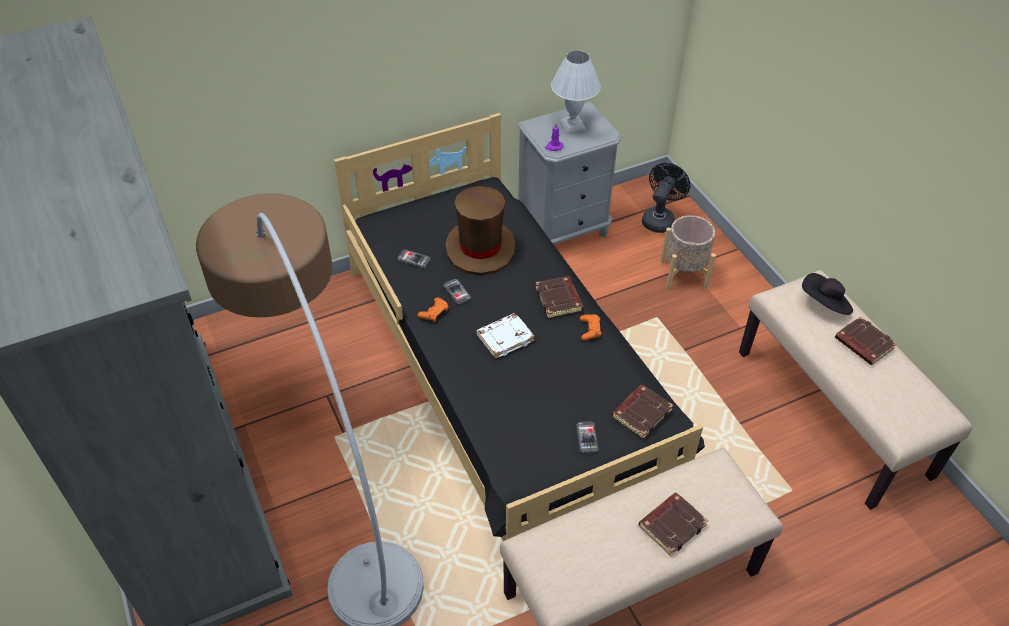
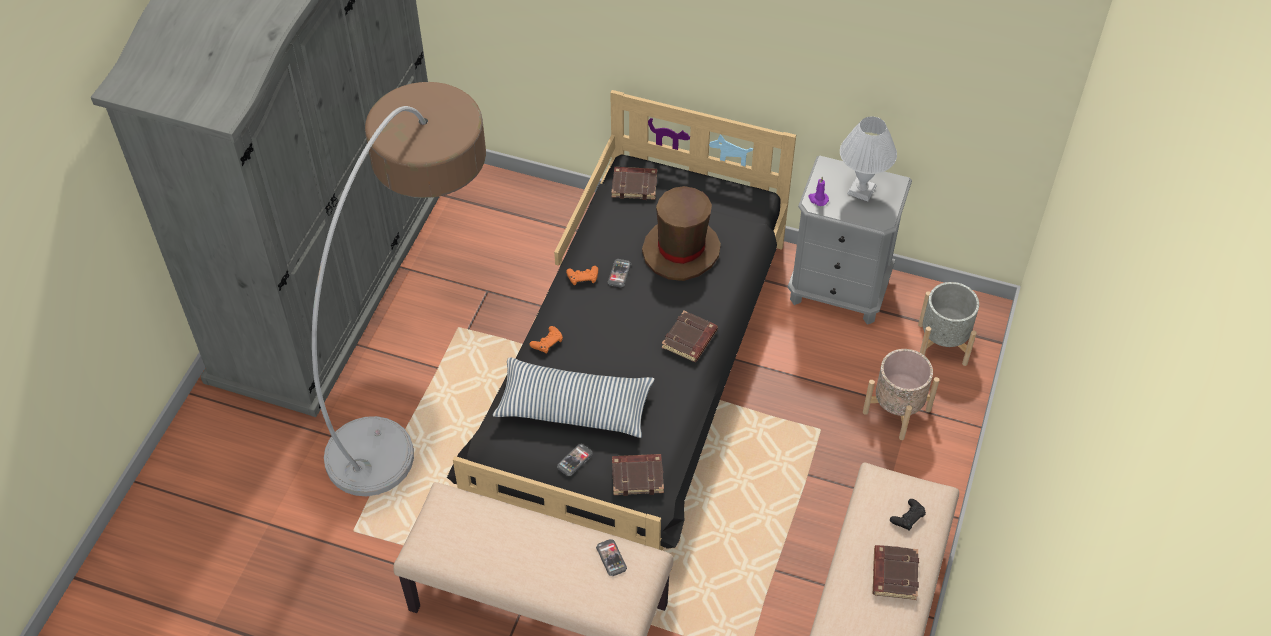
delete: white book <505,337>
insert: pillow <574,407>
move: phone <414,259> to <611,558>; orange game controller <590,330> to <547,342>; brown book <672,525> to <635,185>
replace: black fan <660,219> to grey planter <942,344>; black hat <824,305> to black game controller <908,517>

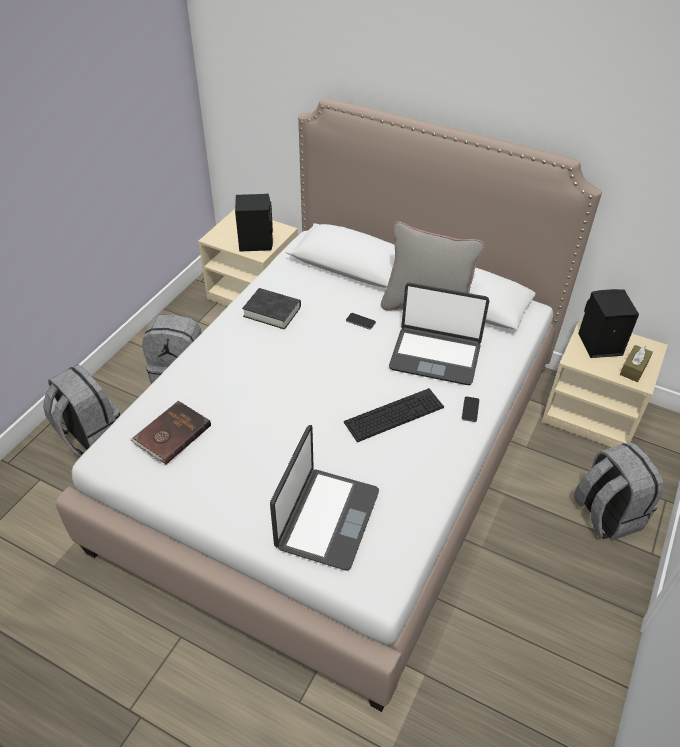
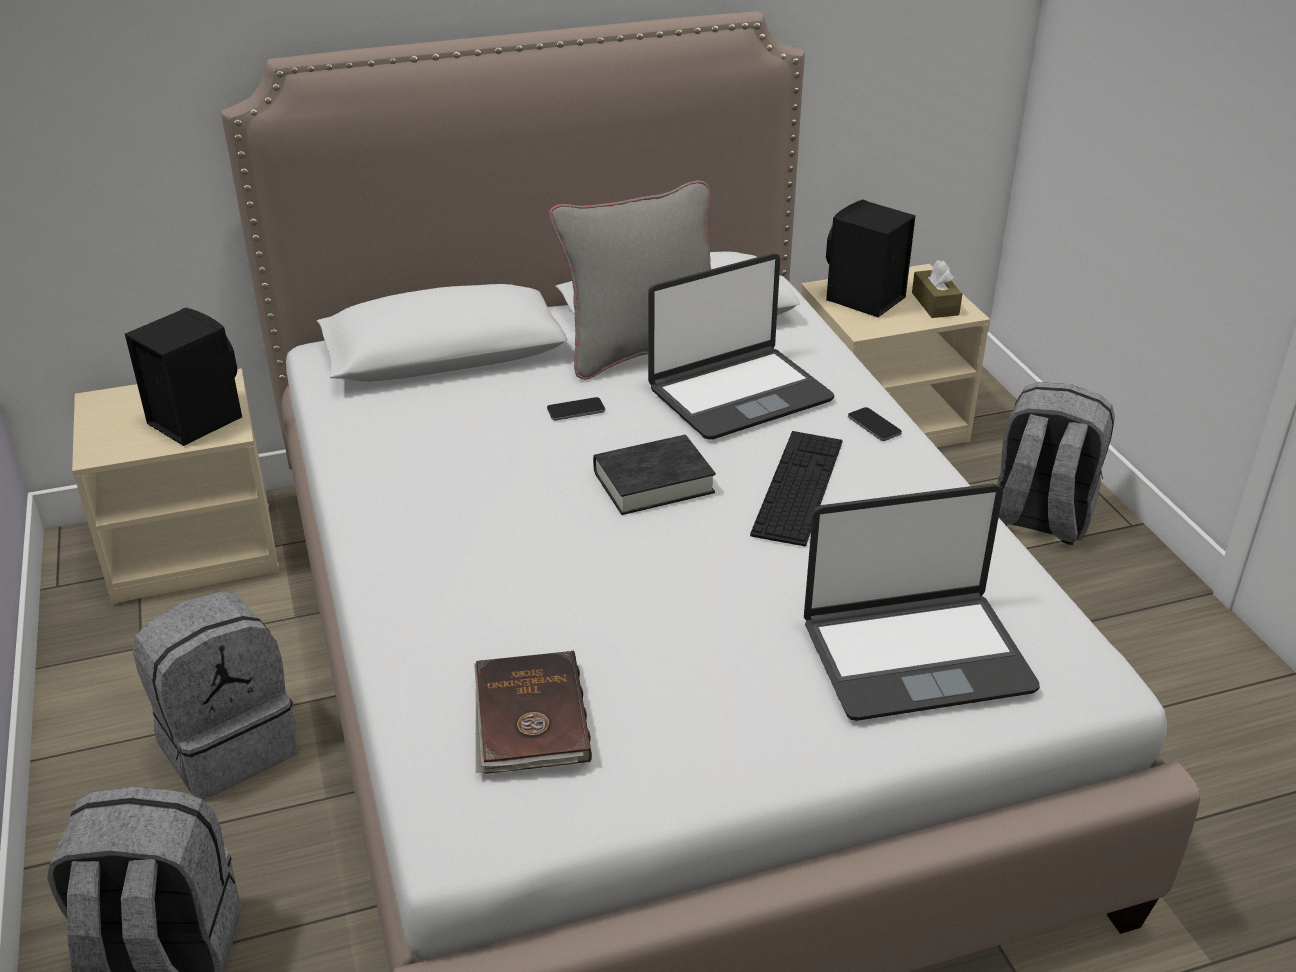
move: black book <272,312> to <653,482>
rotate: laptop <326,518> = <915,655> 105 degrees clockwise

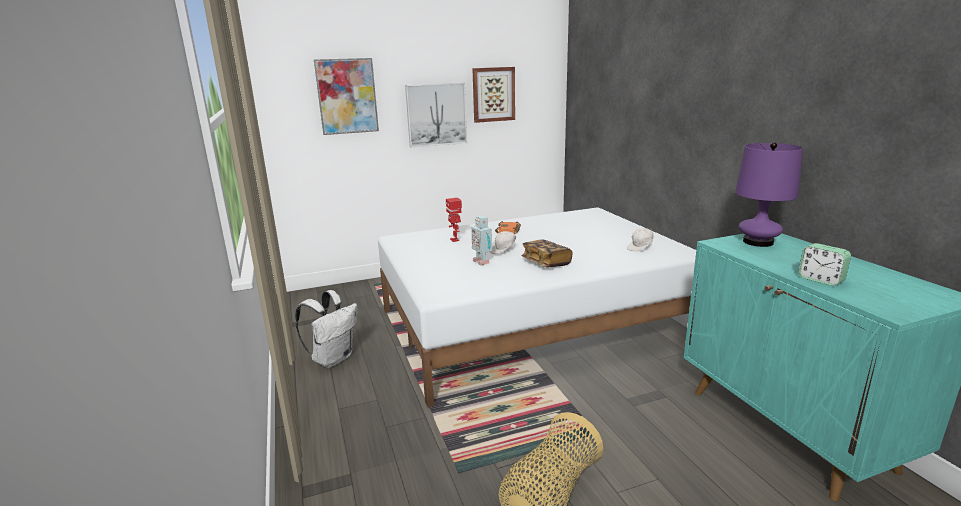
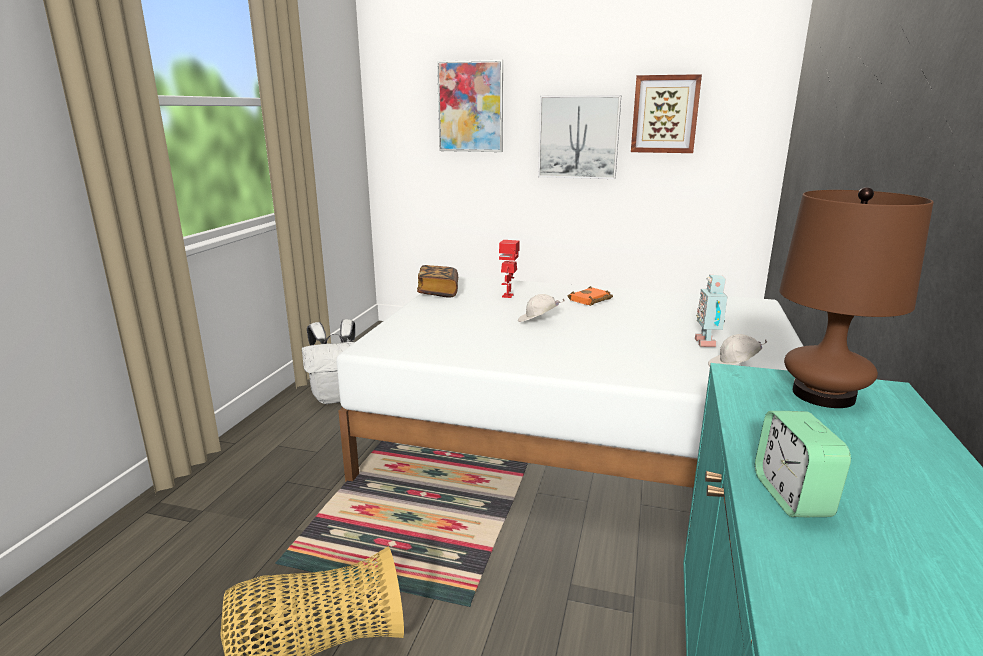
move: toy robot <482,262> to <707,343>; book <546,263> to <438,292>
recolor: purple table lamp <758,242> to brown table lamp <823,395>

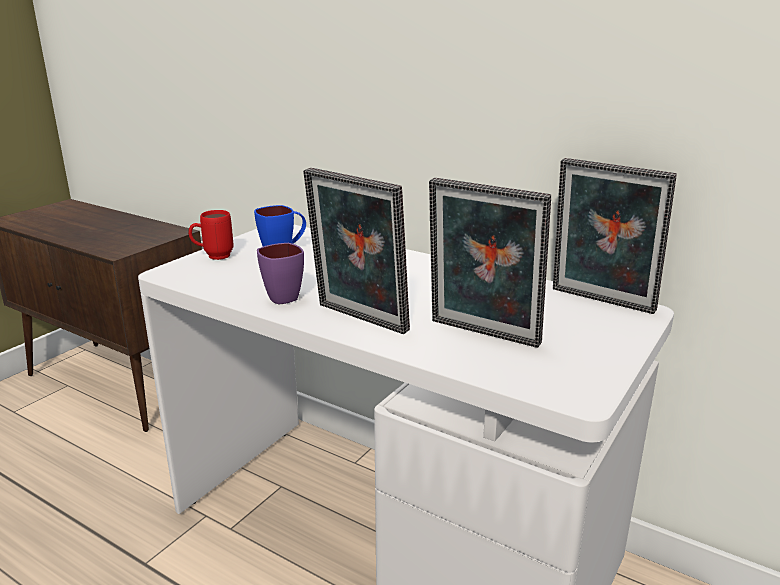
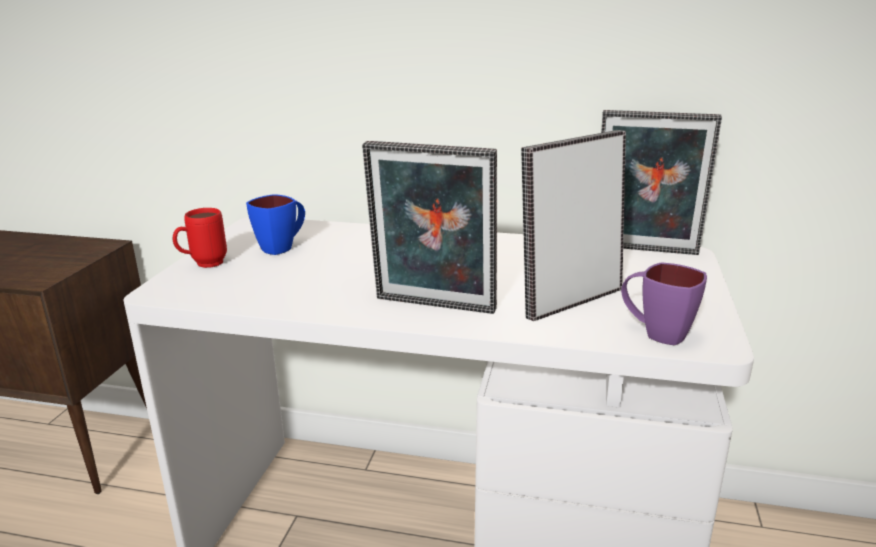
move: purple mug <279,296> to <655,333>
rotate: picture frame <482,335> = <569,301> 135 degrees clockwise

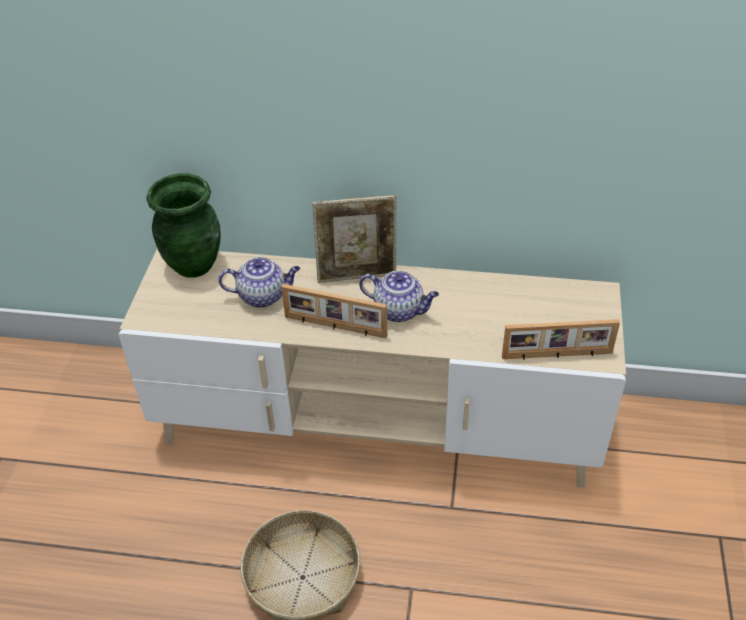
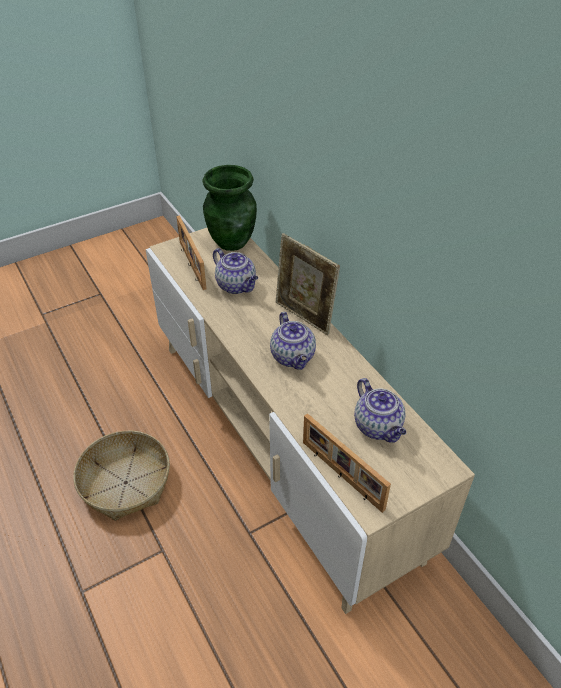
insert: teapot <379,427>
move: picture frame <335,327> to <191,265>

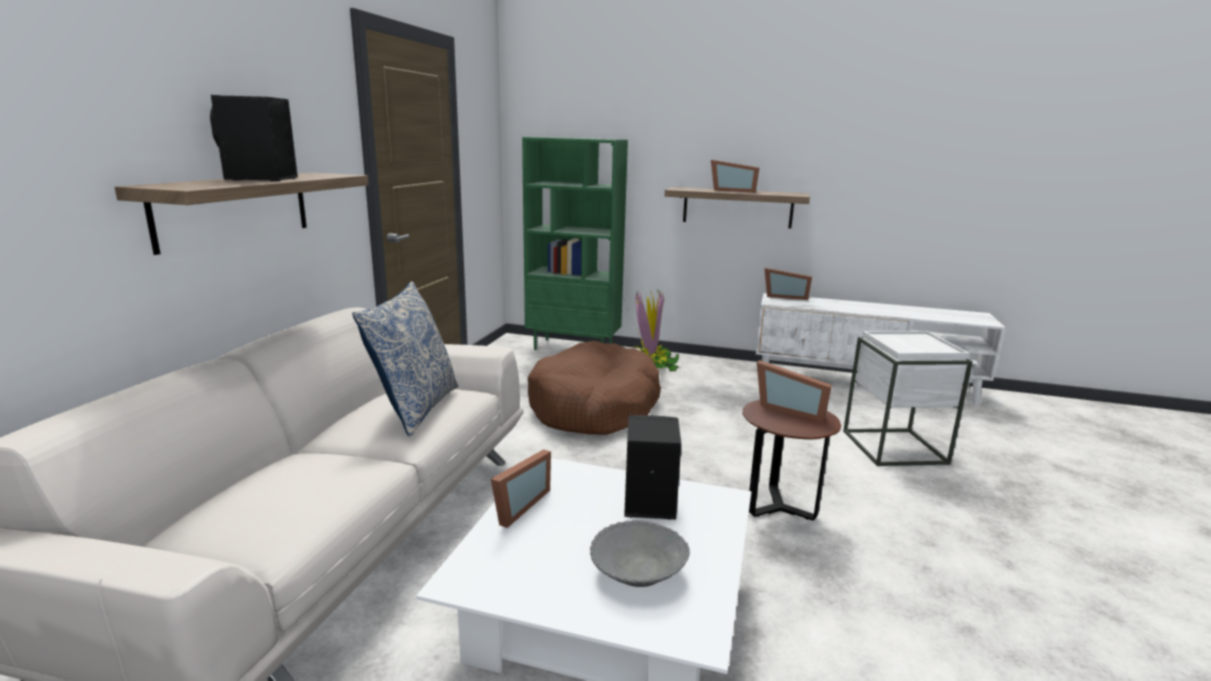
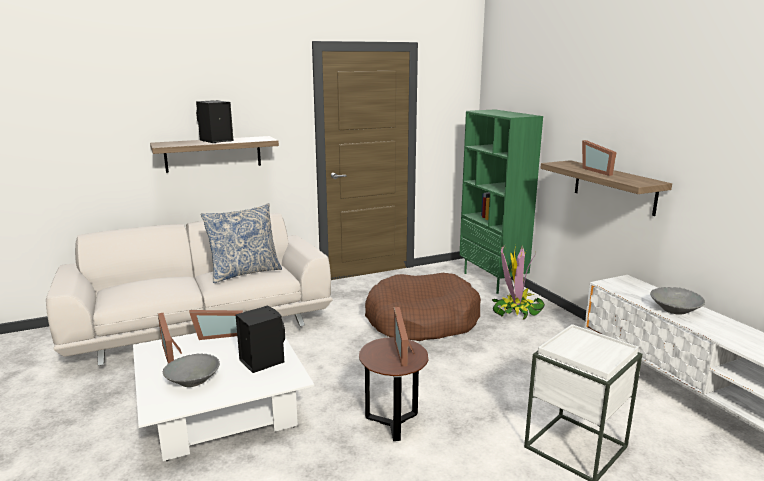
insert: grey bowl <674,310>
move: picture frame <784,296> to <173,352>

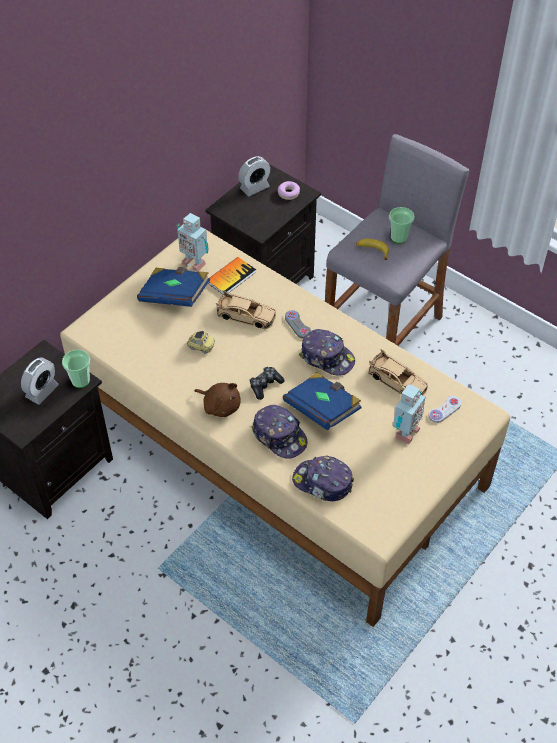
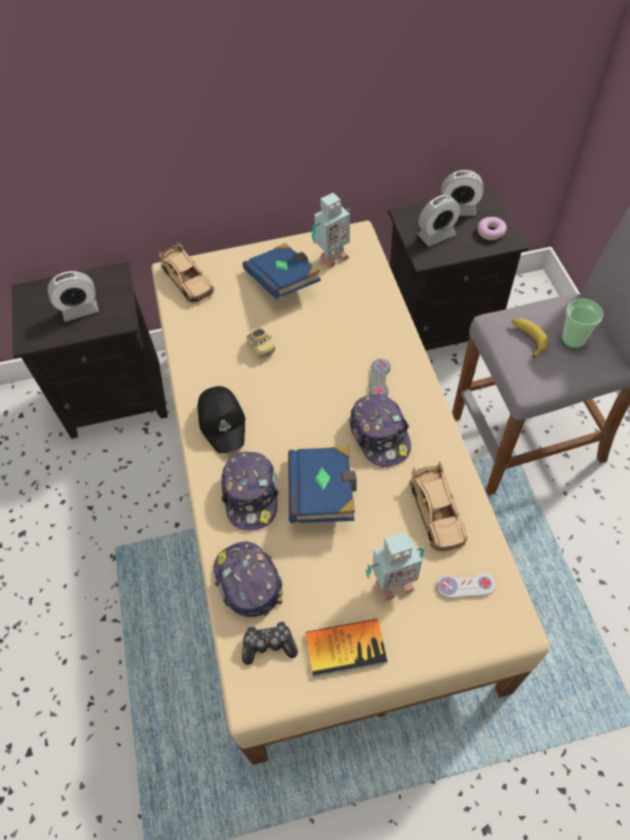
delete: cup <80,380>
insert: alarm clock <436,235>
move: book <231,277> to <345,648>; beige toy car <246,315> to <188,280>; game controller <265,385> to <269,645>
replace: brown plush toy <220,405> to black cap <223,422>
rotate: toy robot <194,262> = <332,257> 105 degrees counterclockwise

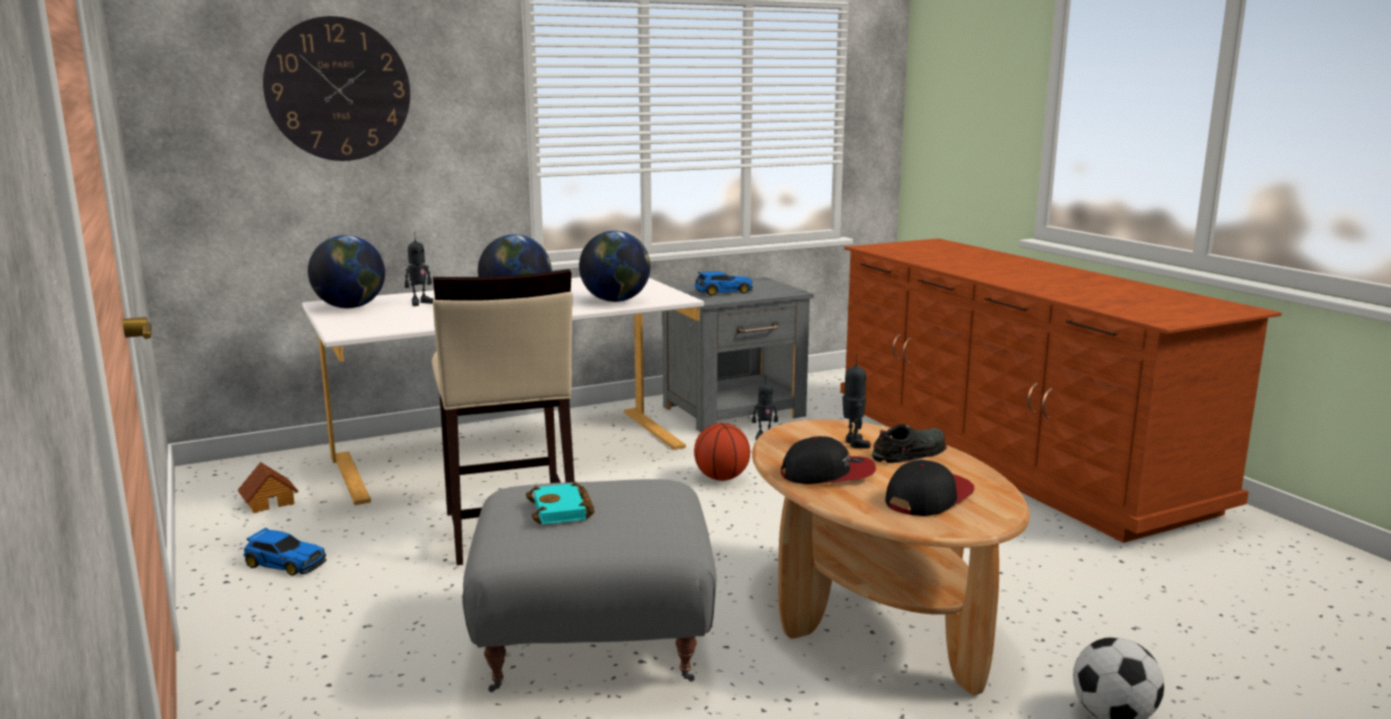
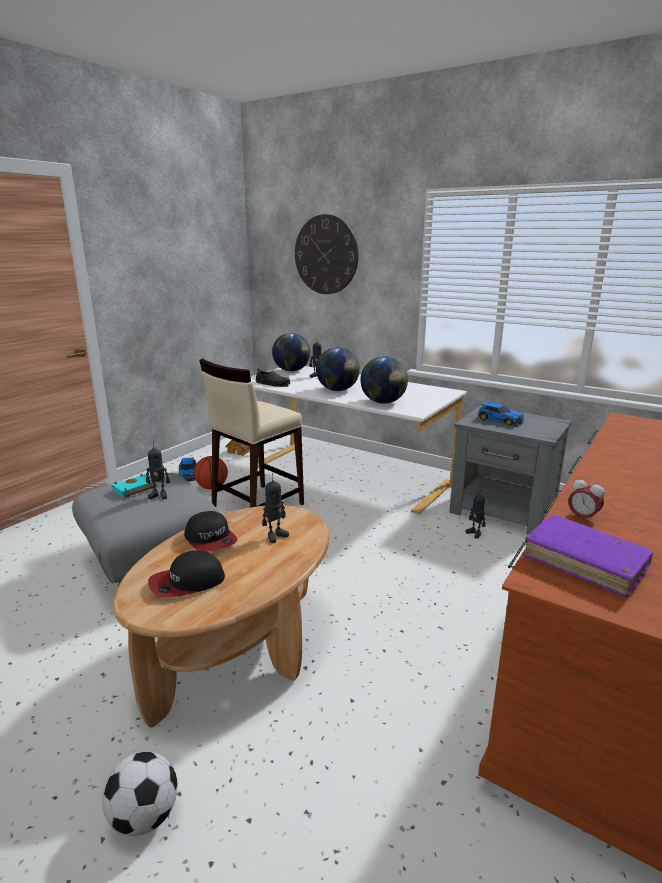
insert: toy robot <159,495>; purple book <584,563>; alarm clock <582,518>
move: basketball <722,478> to <212,487>; black shoe <910,452> to <273,383>
rotate: cap <928,497> = <187,582> 135 degrees clockwise

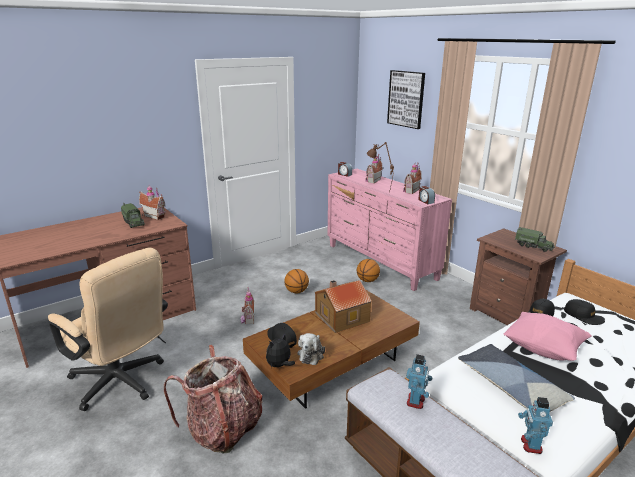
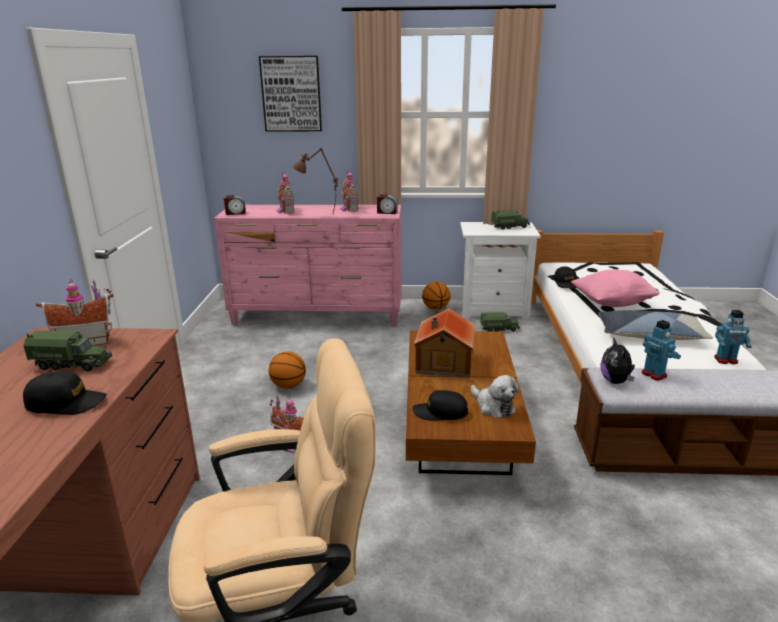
delete: backpack <222,429>
insert: toy truck <499,329>
move: plush toy <279,365> to <615,381>; basketball <367,280> to <436,308>; black cap <583,316> to <66,403>
recolor: brown nightstand <507,315> to white nightstand <494,309>
rotate: toy robot <530,445> = <726,360> 45 degrees counterclockwise

